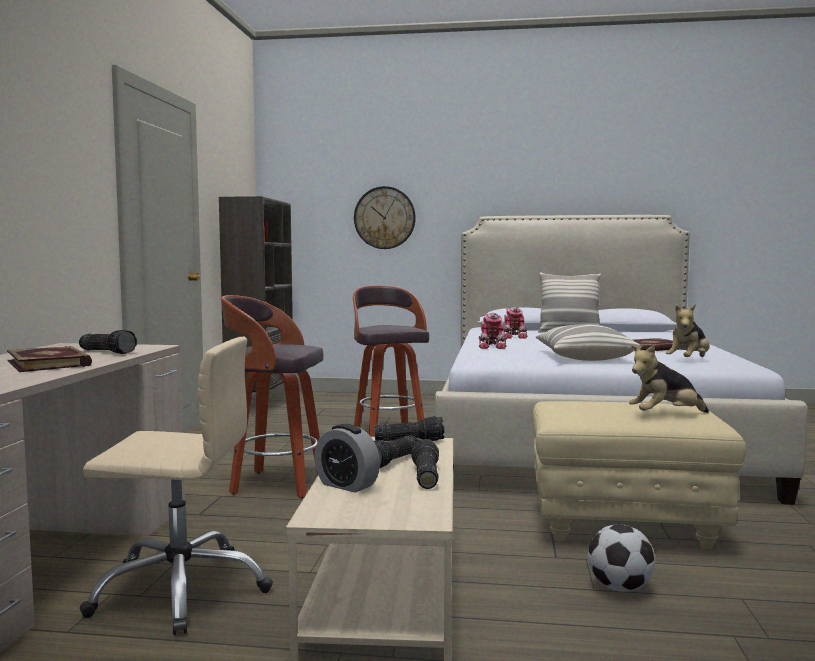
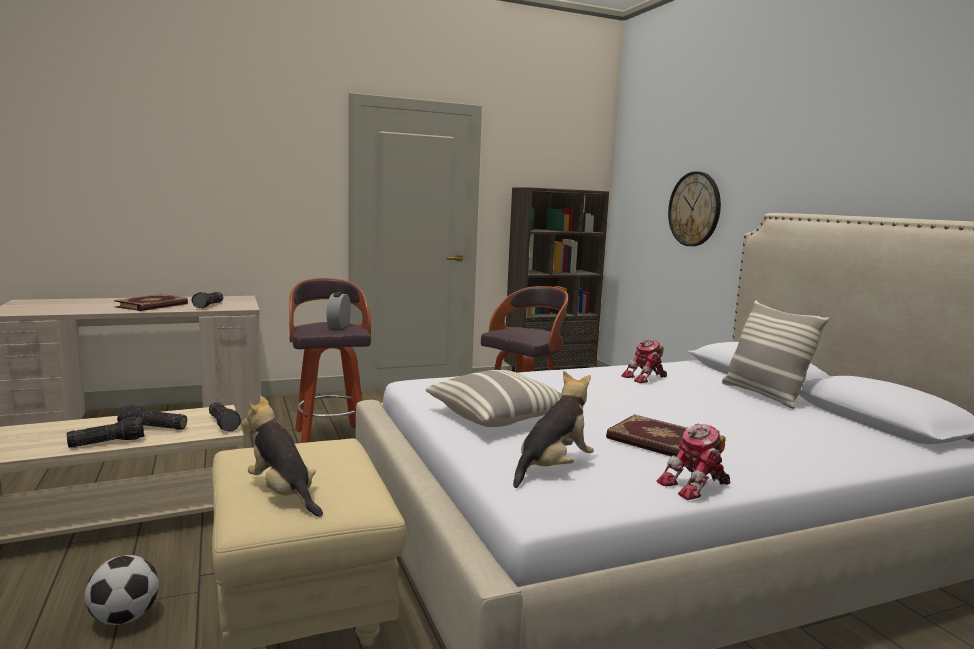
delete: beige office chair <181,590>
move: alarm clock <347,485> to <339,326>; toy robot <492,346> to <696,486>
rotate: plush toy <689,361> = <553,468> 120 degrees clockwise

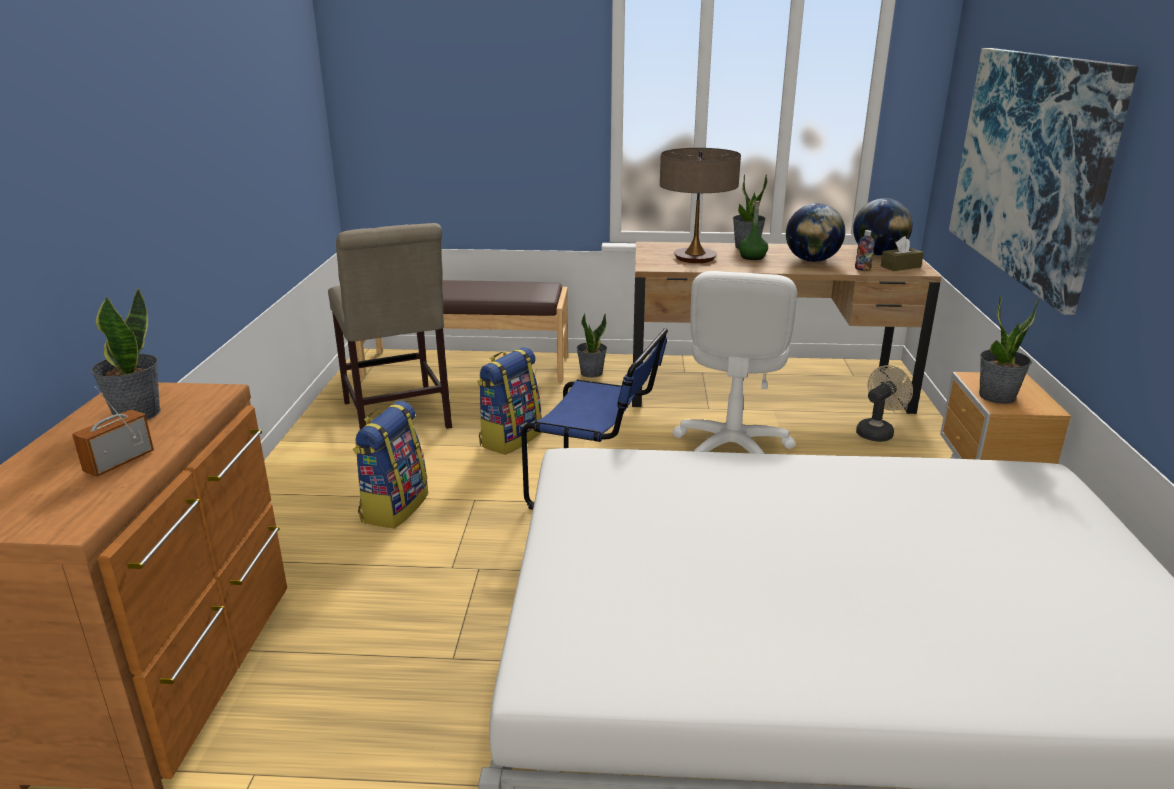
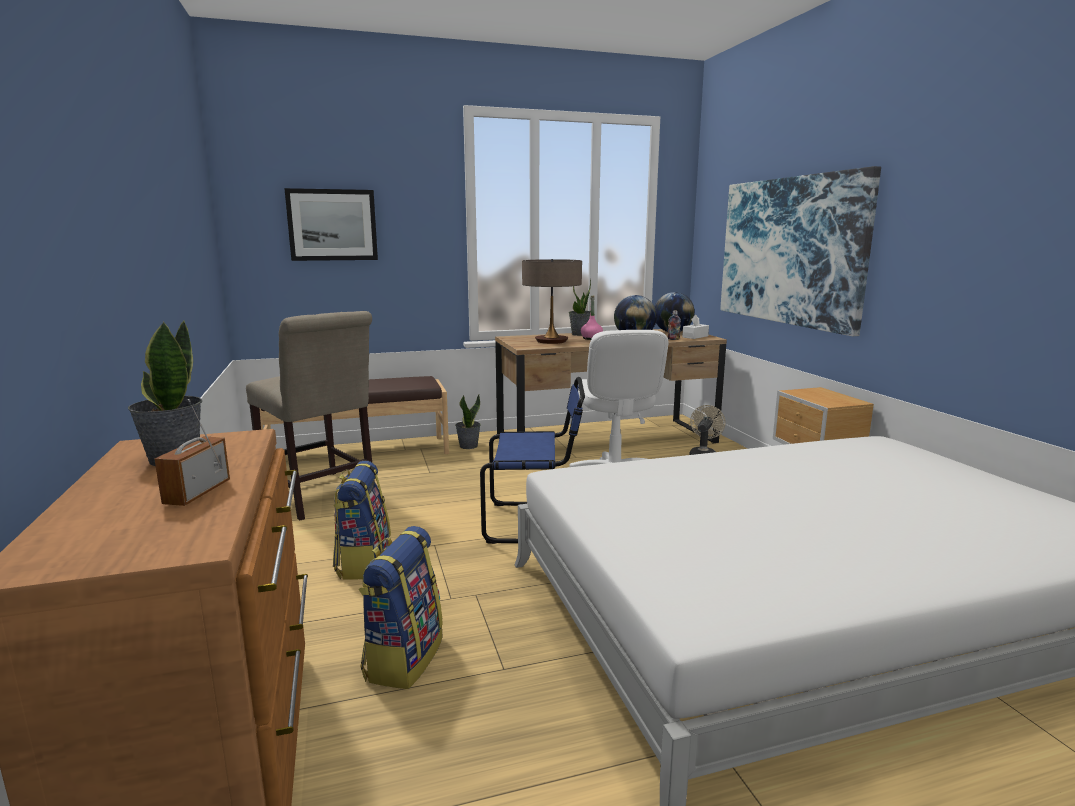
delete: potted plant <997,397>
insert: picture <332,225>
move: backpack <510,438> to <403,658>
recolor: green bottle <752,257> to pink bottle <591,338>; brown tissue box <900,266> to white tissue box <695,336>

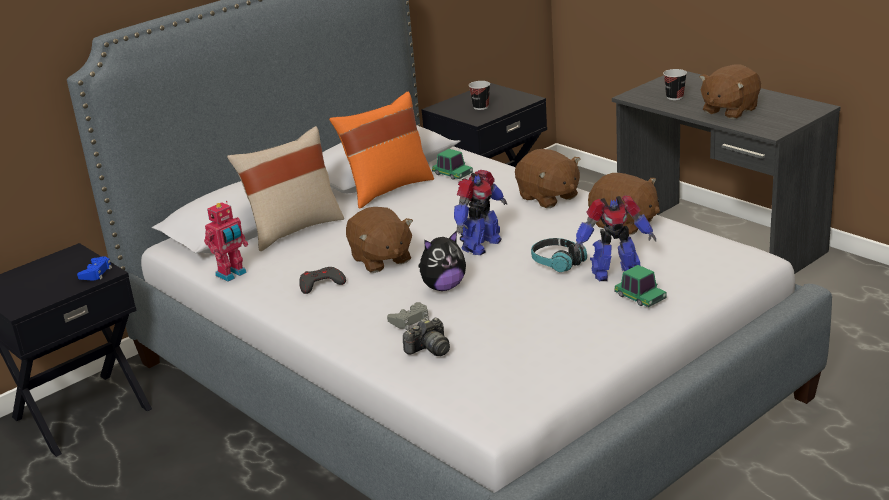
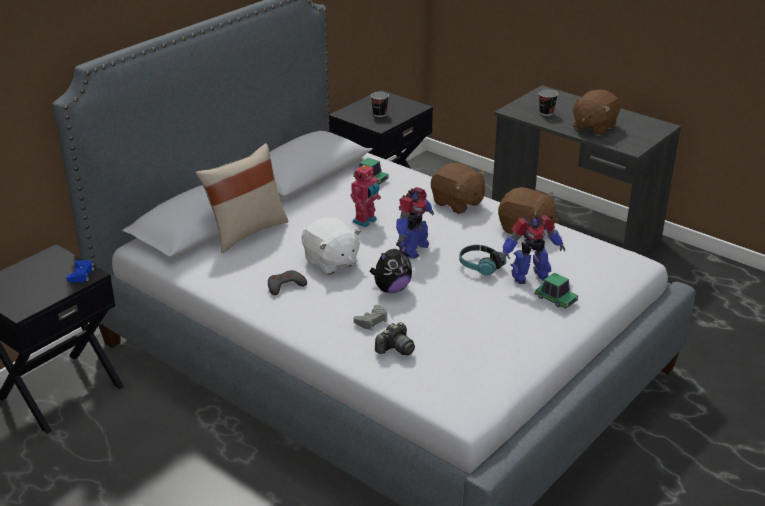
delete: orange pillow <387,189>
move: toy robot <232,274> to <366,221>
recolor: brown plush toy <380,260> to white plush toy <331,262>

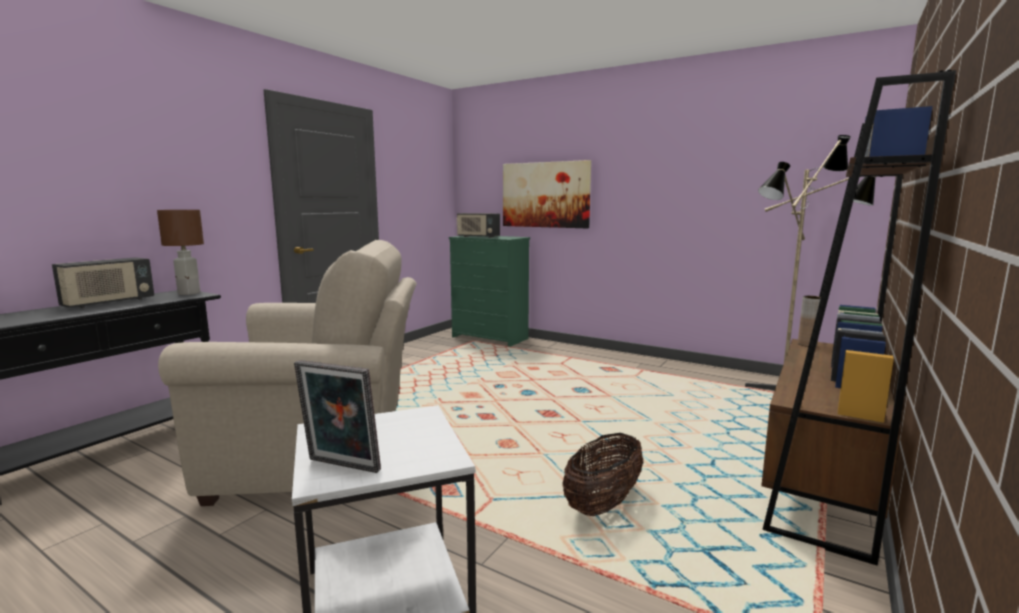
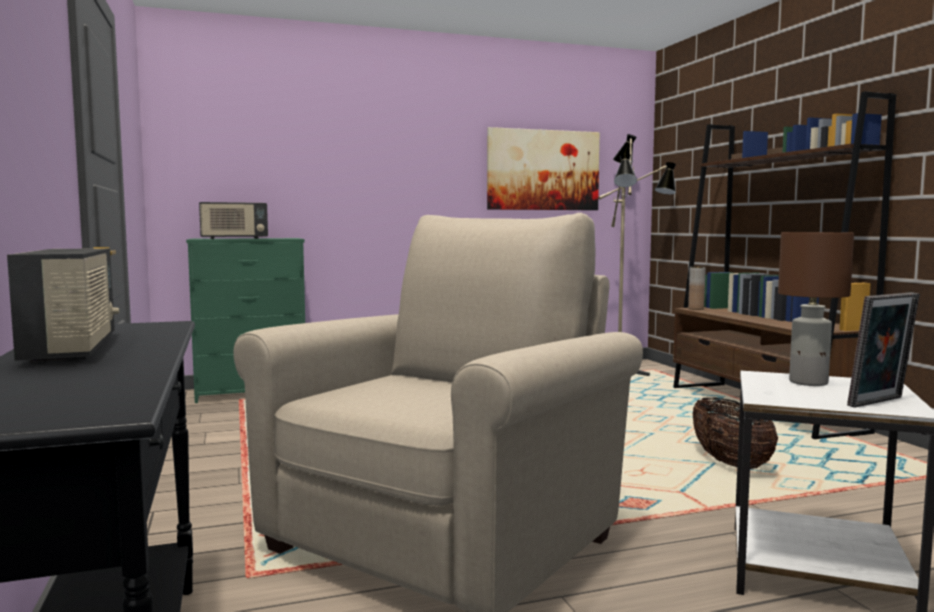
move: brown table lamp <189,293> to <809,382>; picture <545,195> to <543,170>

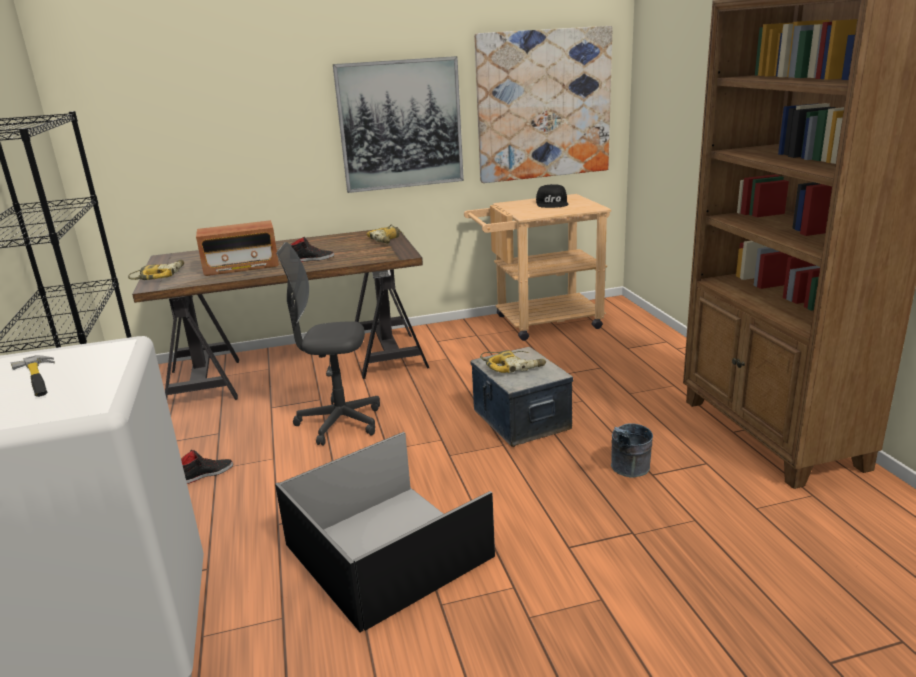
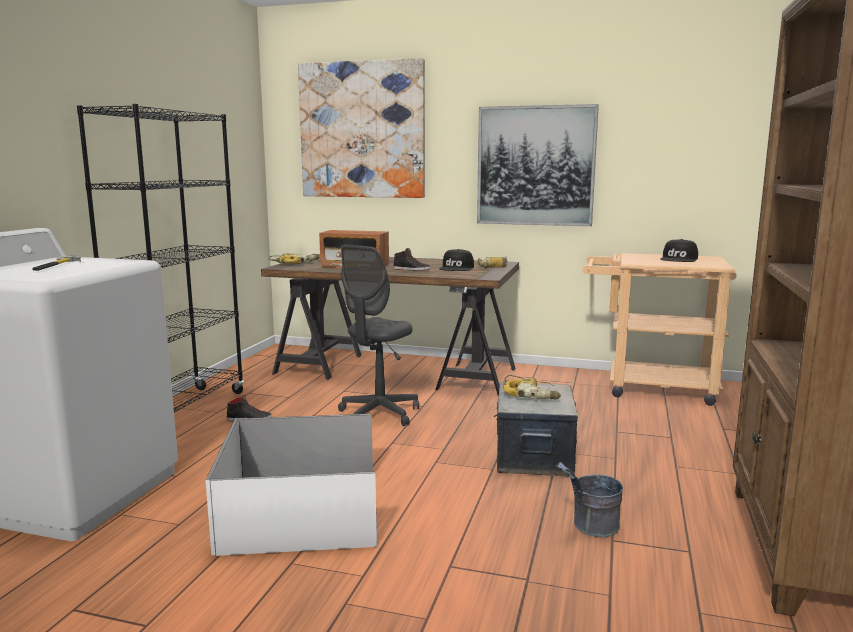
insert: black cap <457,268>
move: picture <543,105> to <362,130>
recolor: black storage box <390,552> to white storage box <302,512>
rotate: grey office chair <339,423> = <379,414> 90 degrees counterclockwise

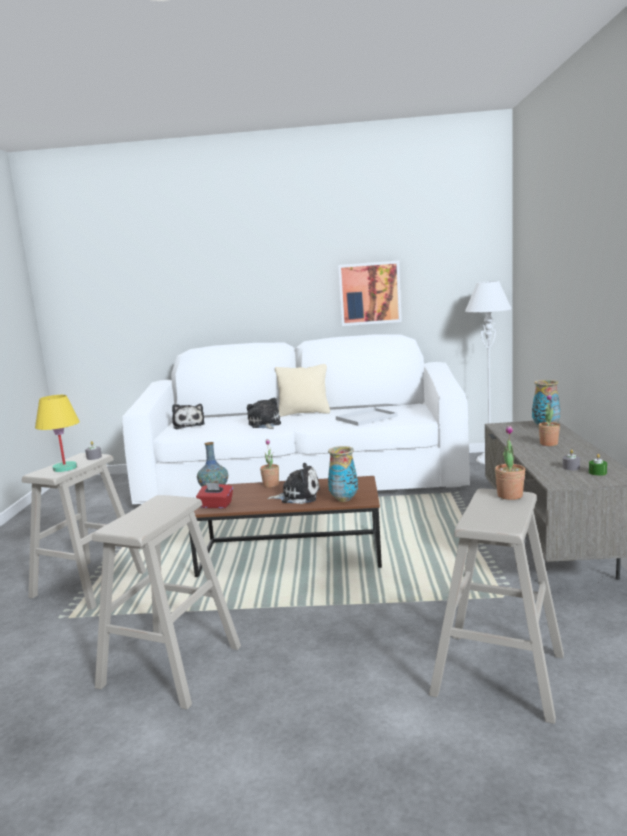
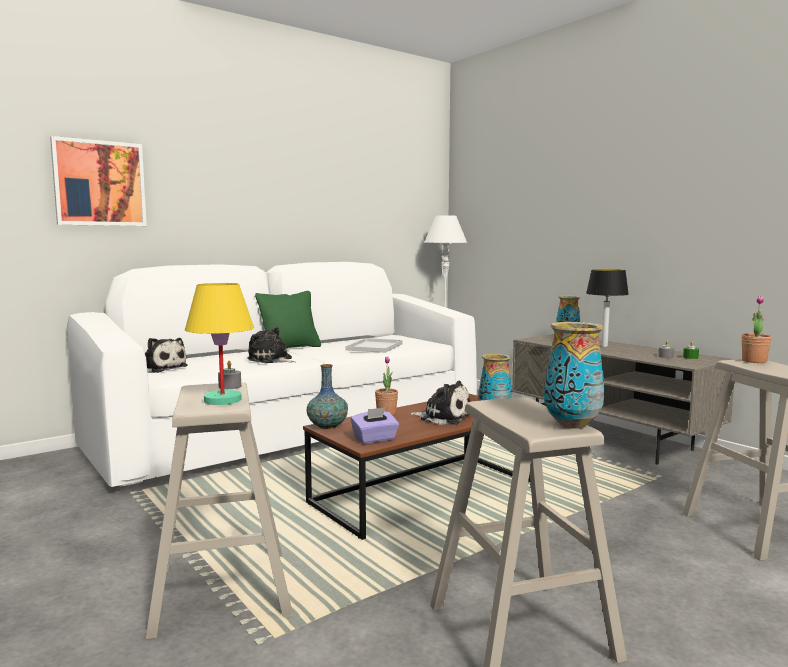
insert: vase <571,425>
move: picture <370,293> to <99,183>
replace: potted plant <549,444> to table lamp <604,346>
recolor: red tissue box <216,505> to purple tissue box <375,439>; beige pillow <304,413> to green pillow <290,348>
rotate: plush toy <298,496> = <443,417> 60 degrees clockwise

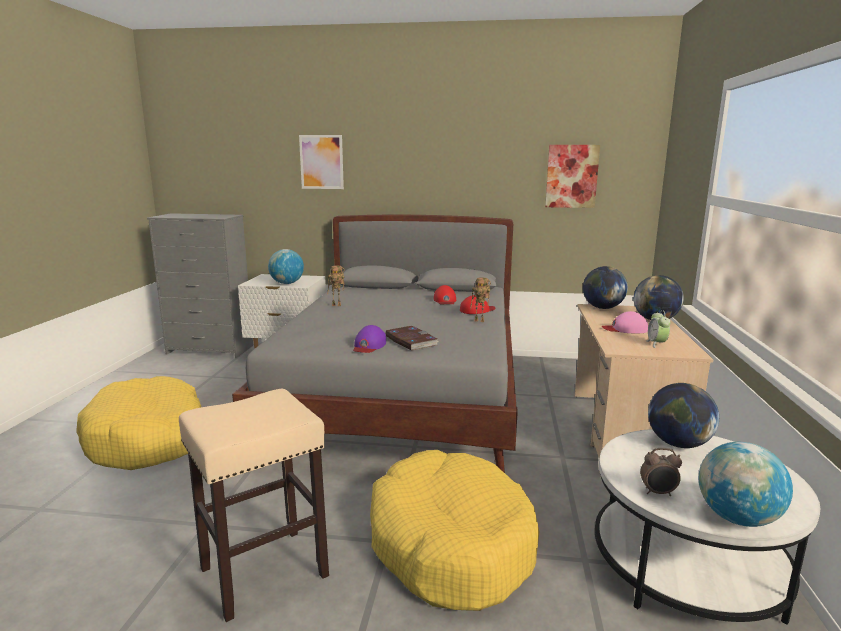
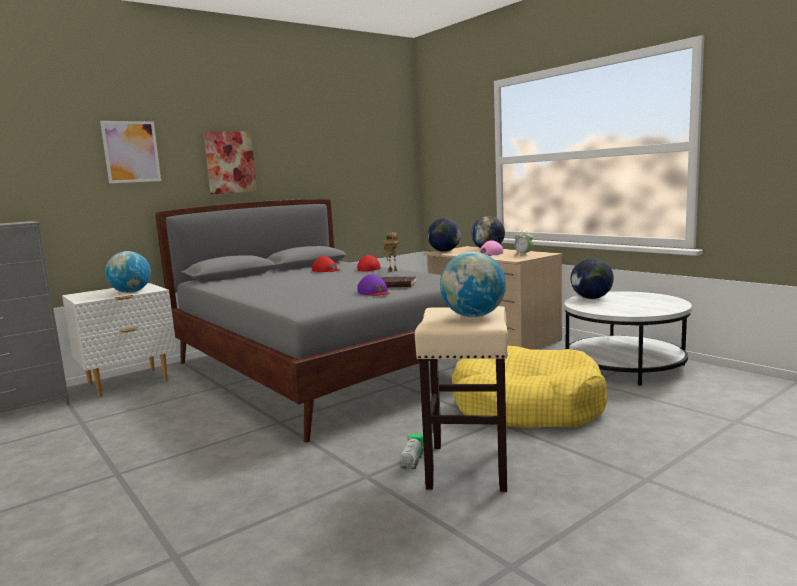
delete: yellow dog bed <149,439>; toy robot <337,305>; alarm clock <658,493>
insert: toy truck <412,460>
move: picture <571,176> to <230,162>; globe <737,518> to <473,316>

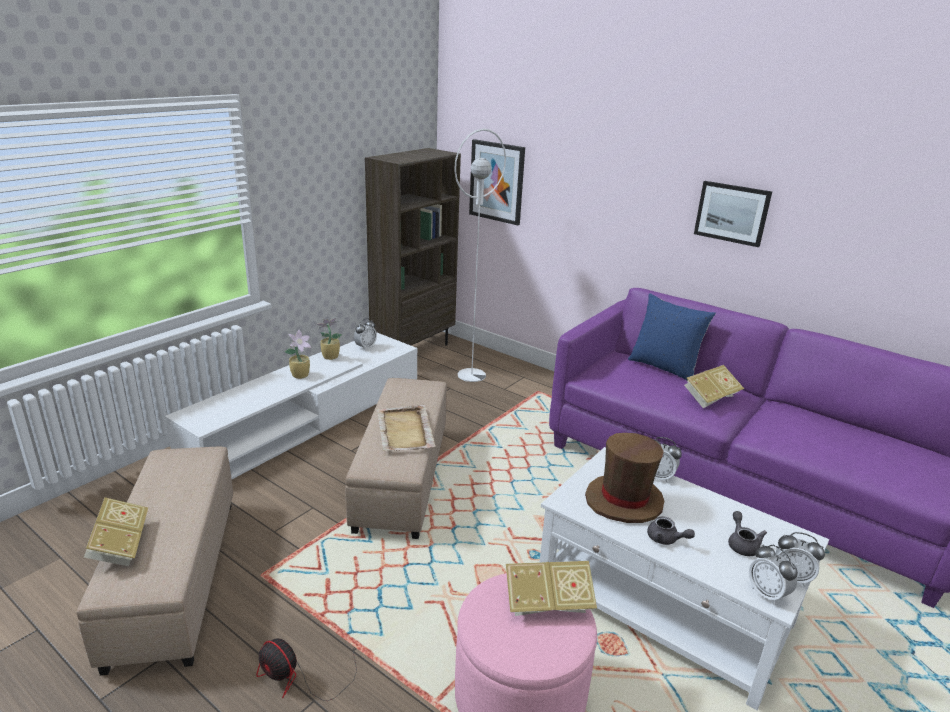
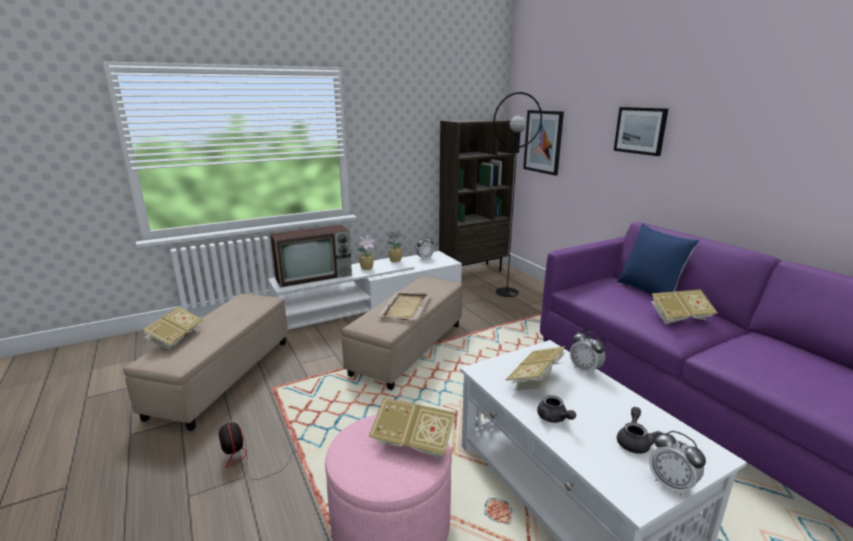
delete: alarm clock <767,594>
insert: television <315,276>
move: picture <732,213> to <640,130>
replace: brown hat <624,501> to book <536,381>
recolor: white floor lamp <471,375> to black floor lamp <506,292>

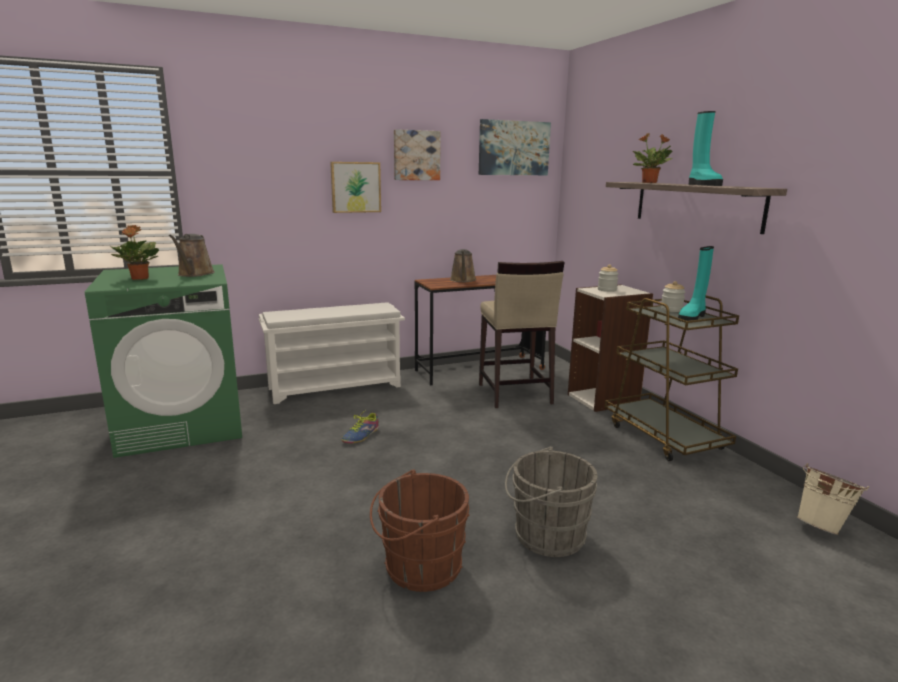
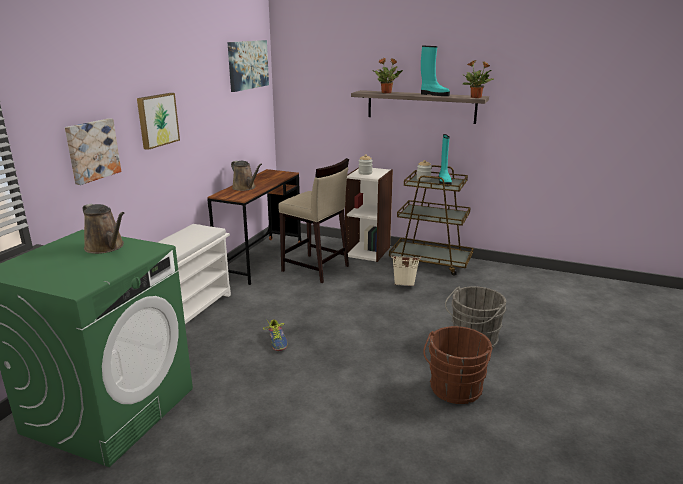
move: potted plant <139,278> to <476,97>; picture <416,155> to <92,150>; beige bucket <822,527> to <404,285>

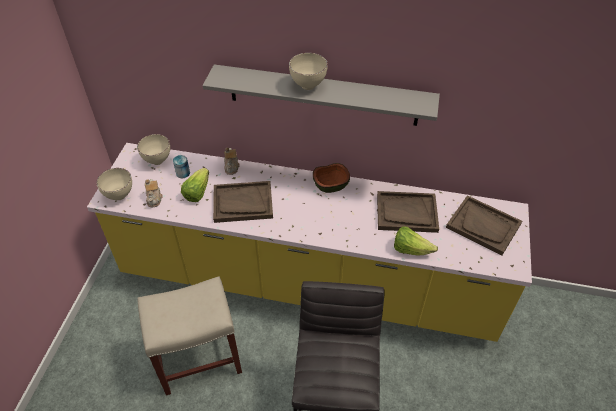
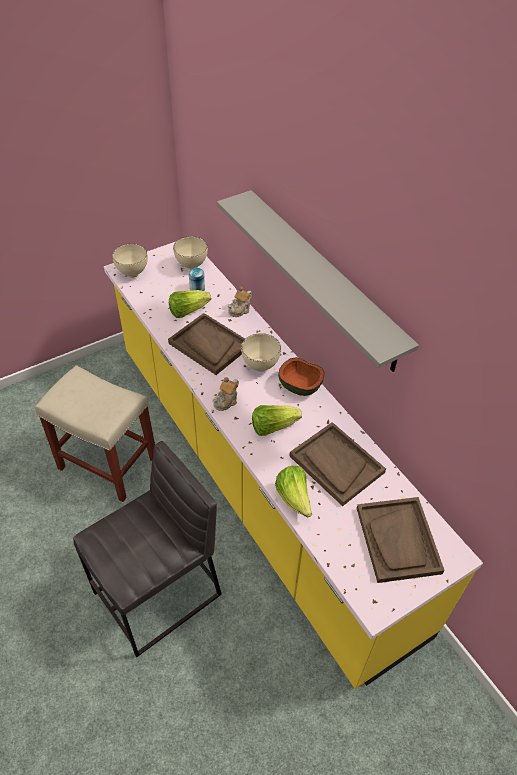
insert: lettuce <273,426>
move: teapot <154,198> to <226,401>; beige bowl <308,85> to <261,366>

